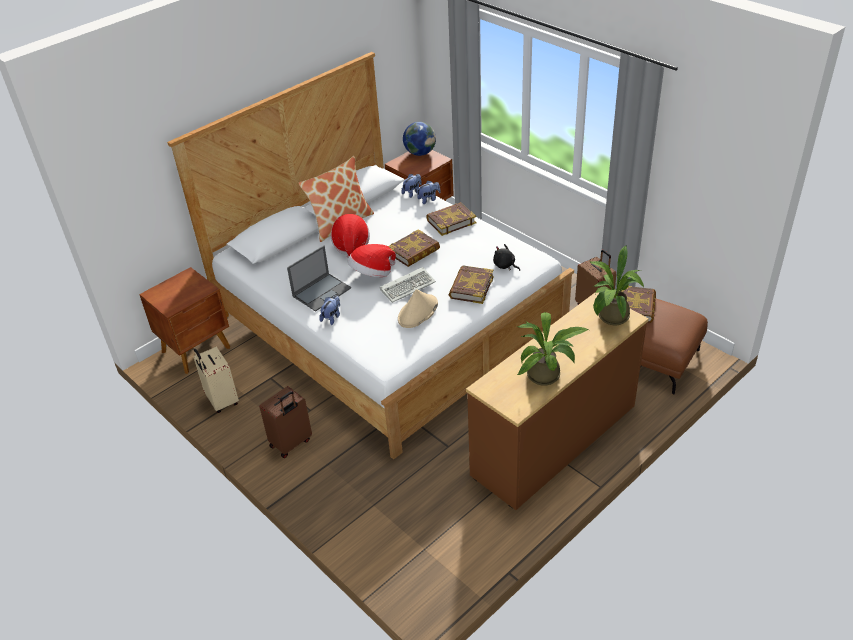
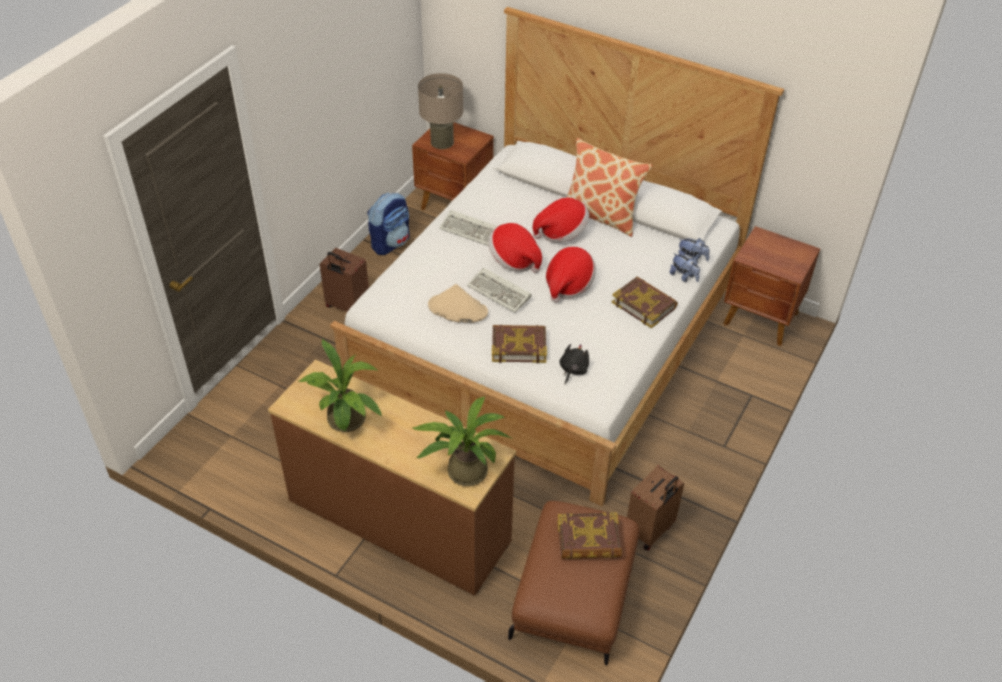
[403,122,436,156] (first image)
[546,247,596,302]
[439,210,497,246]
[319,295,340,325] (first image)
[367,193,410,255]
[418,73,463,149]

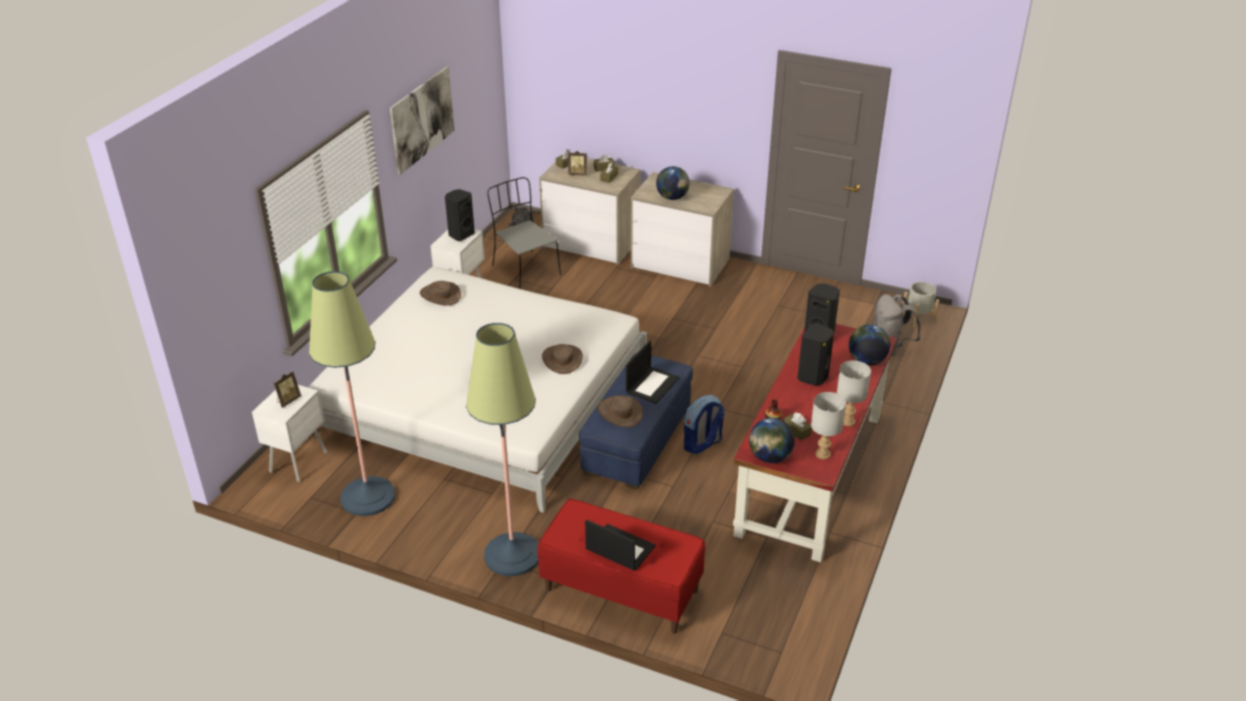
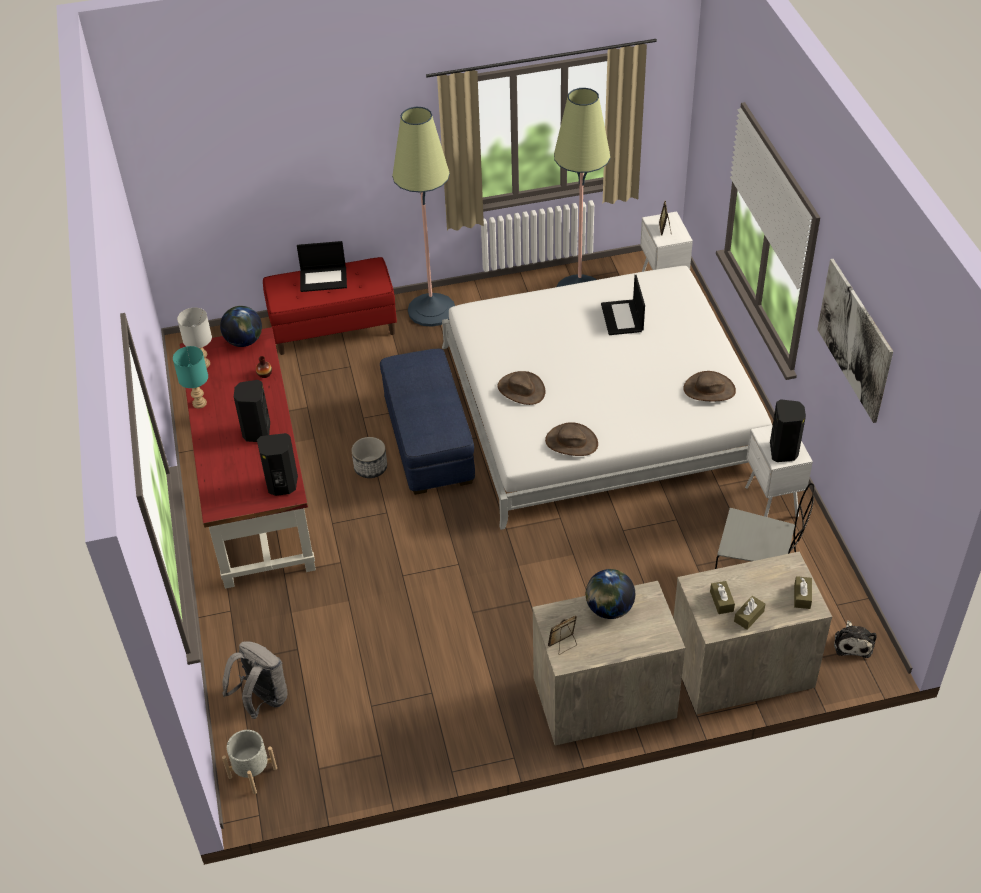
[548,615,577,655]
[849,324,890,365] (first image)
[601,275,645,335]
[173,346,208,409]
[351,437,387,478]
[545,422,598,456]
[783,412,812,441] (first image)

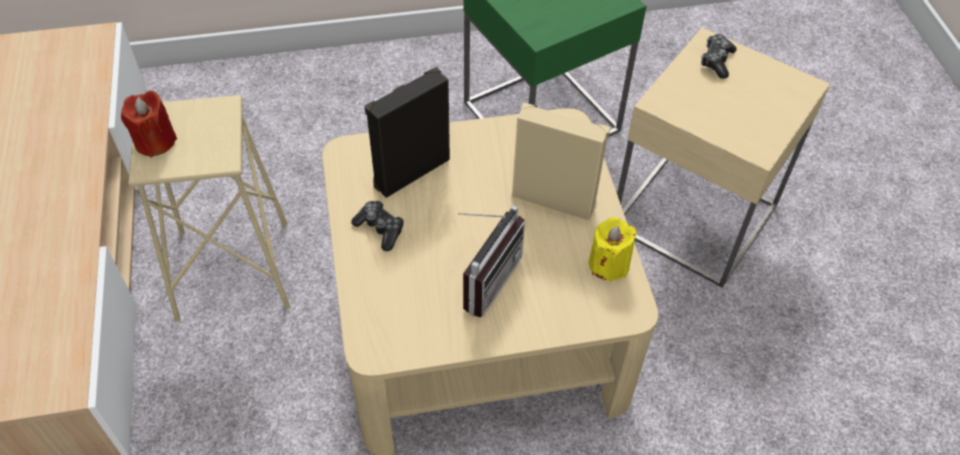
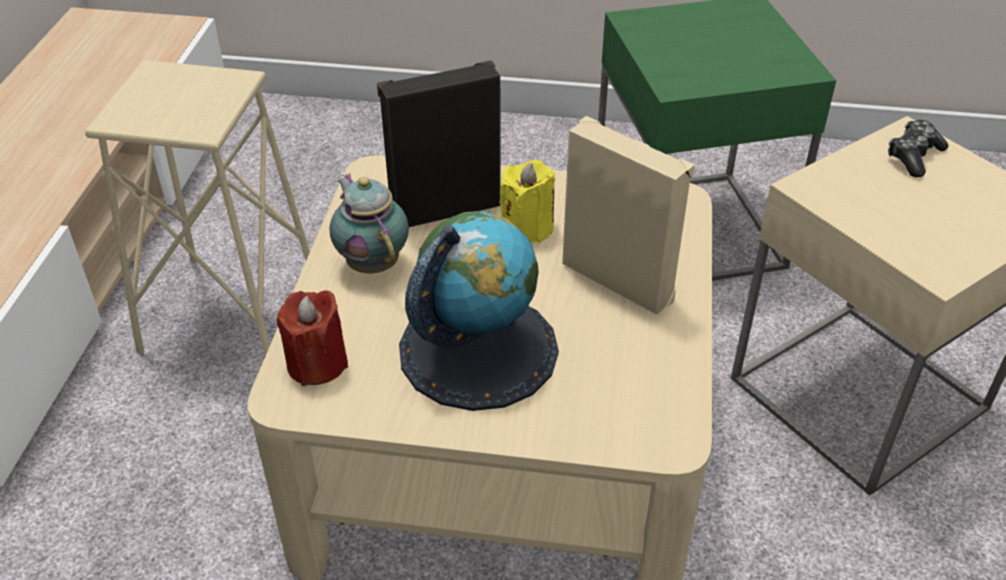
[277,290,348,386]
[330,173,409,273]
[399,211,559,411]
[500,160,555,243]

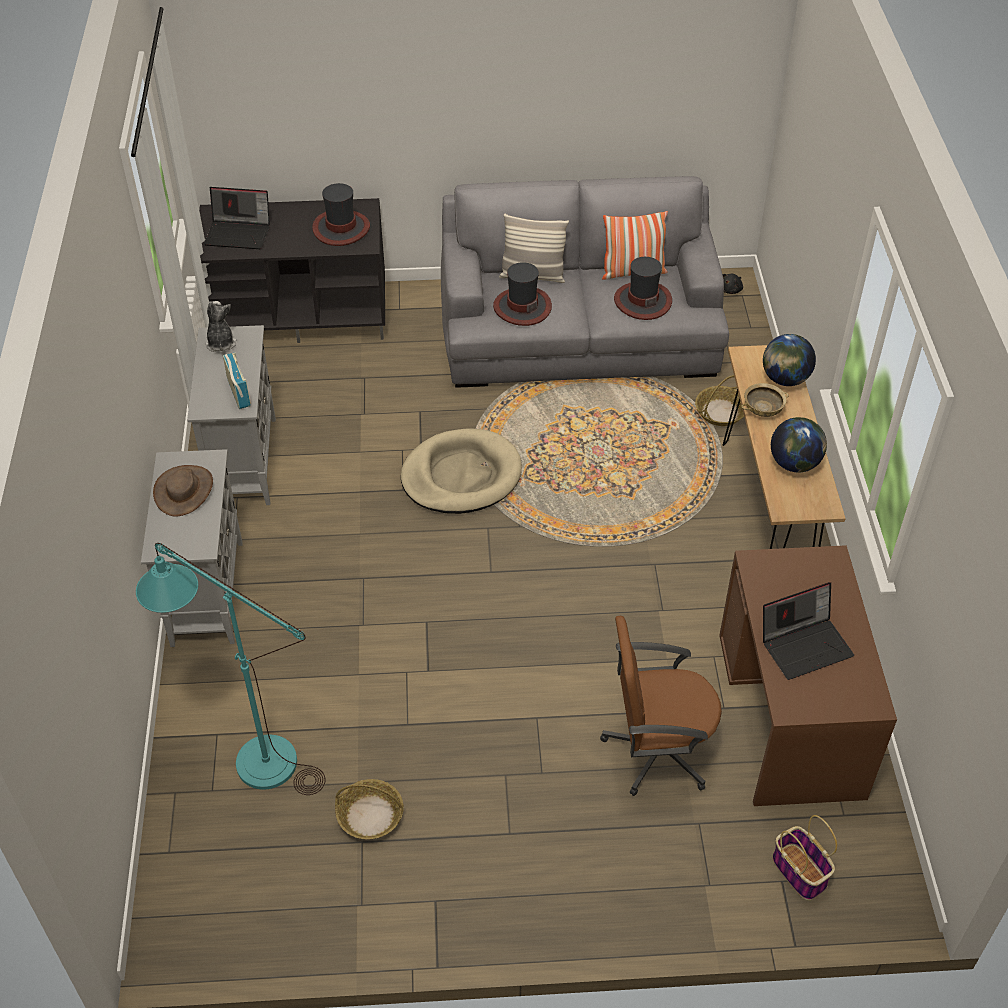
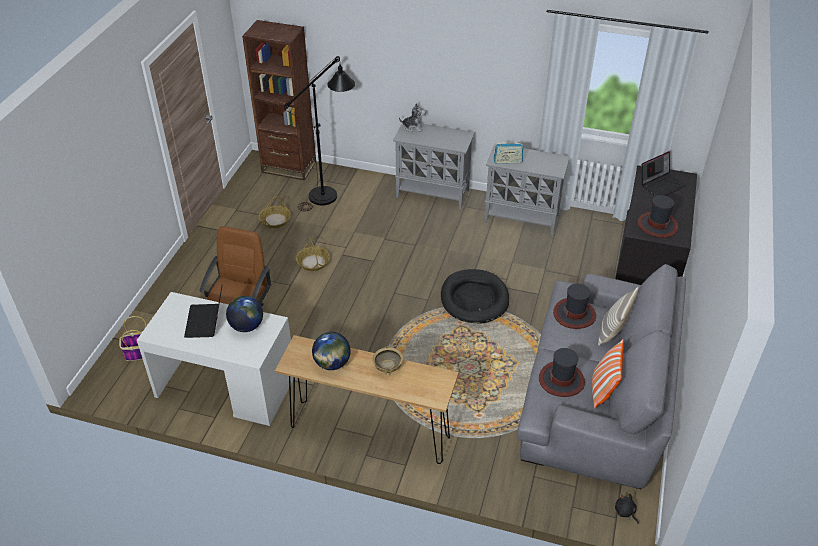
[642,151,687,196]
[399,103,425,132]
[226,296,263,332]
[296,237,330,271]
[441,269,509,323]
[153,465,213,517] (first image)
[284,56,355,212]
[137,292,294,426]
[242,20,316,180]

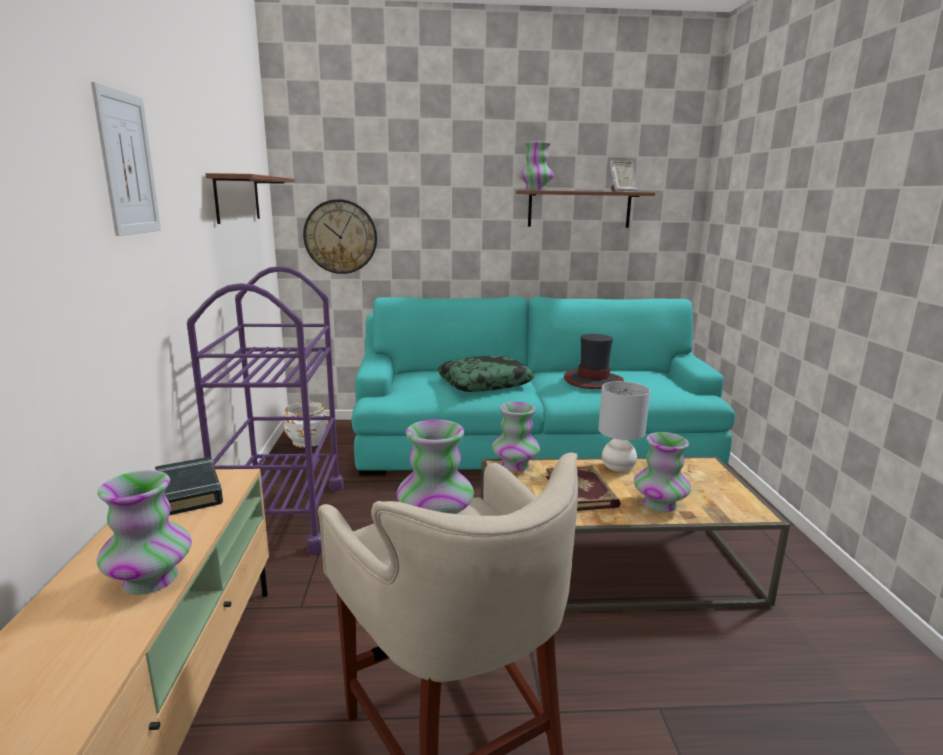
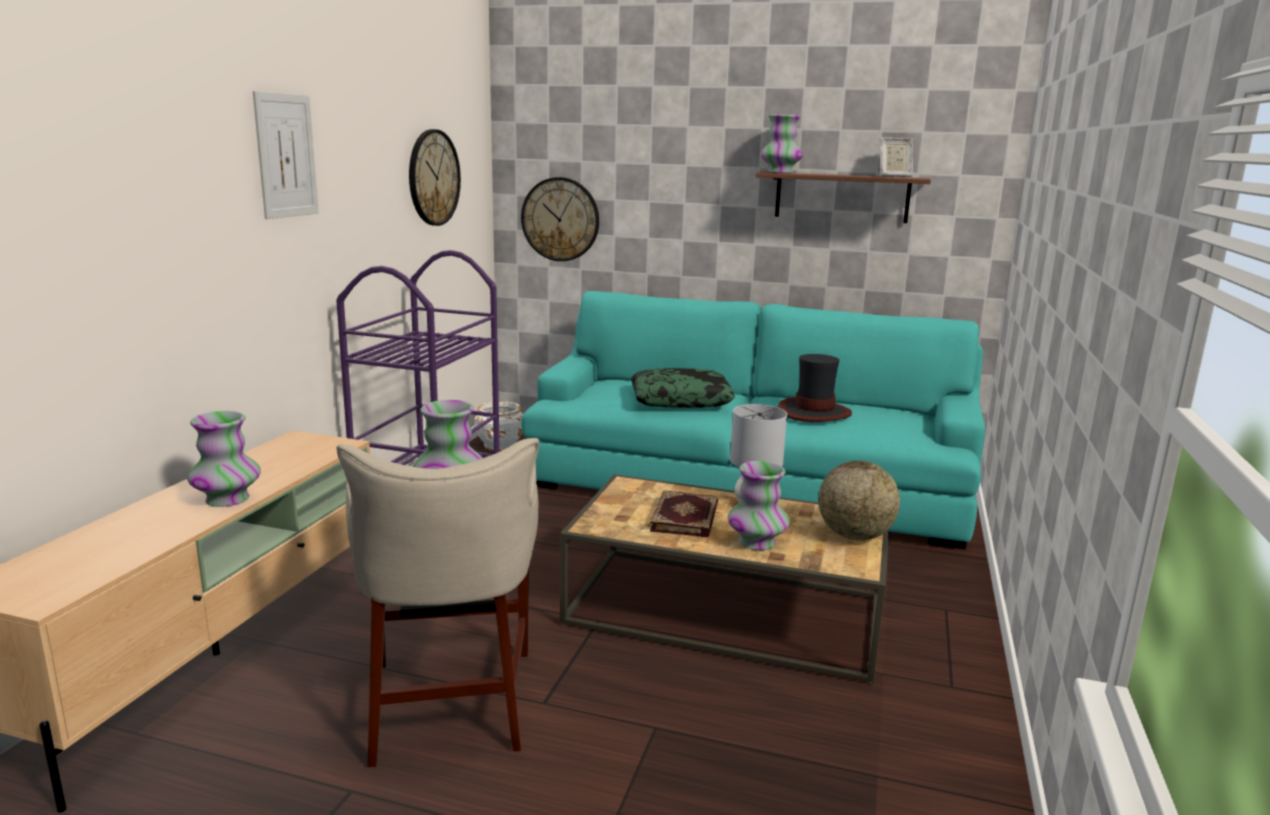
[409,129,461,226]
[492,402,540,471] (first image)
[155,457,223,515] (first image)
[818,461,900,540]

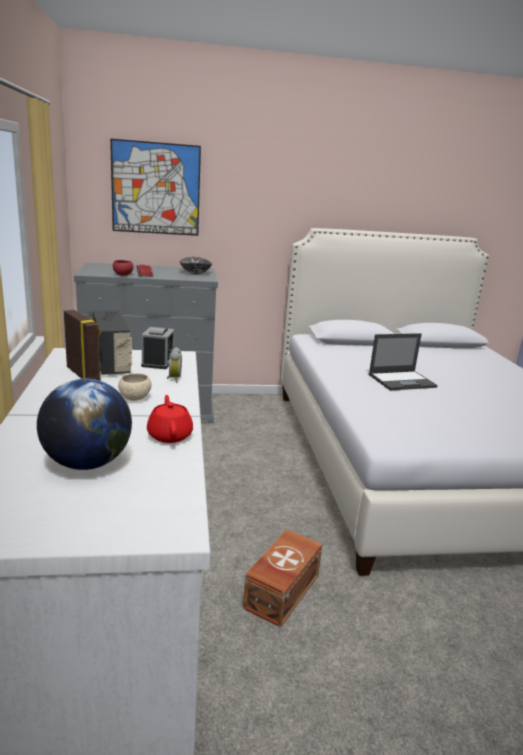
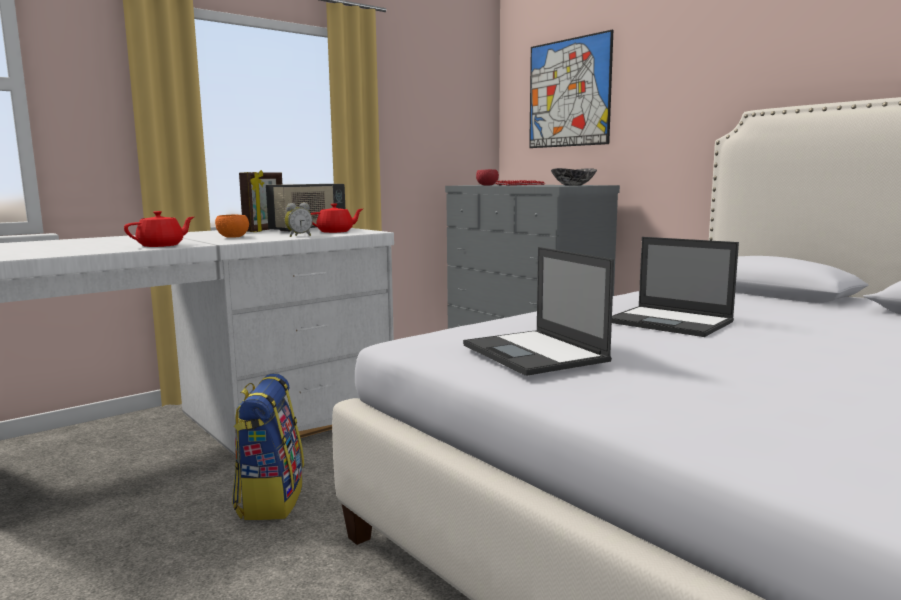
[311,204,363,233]
[215,215,249,238]
[37,379,132,470] (first image)
[232,374,304,520]
[463,247,614,376]

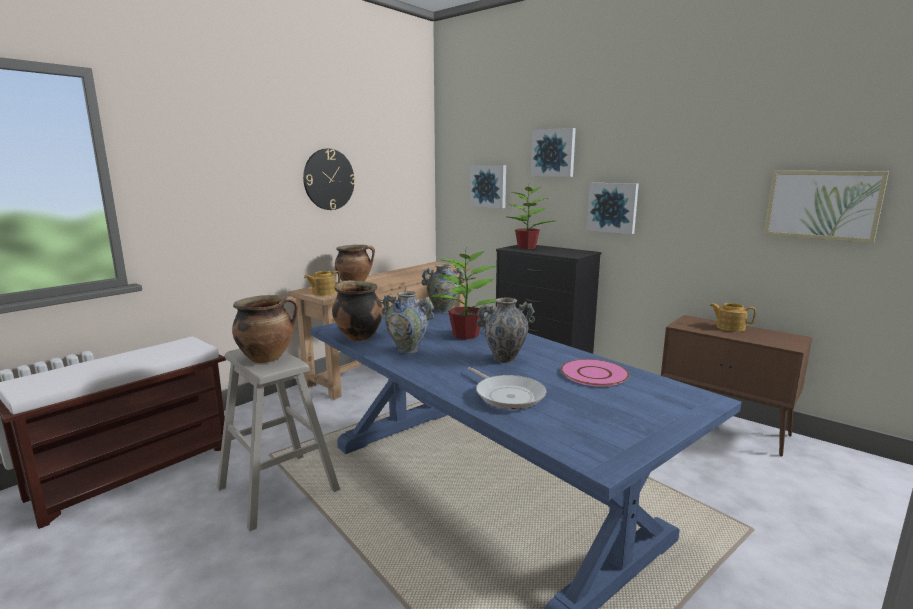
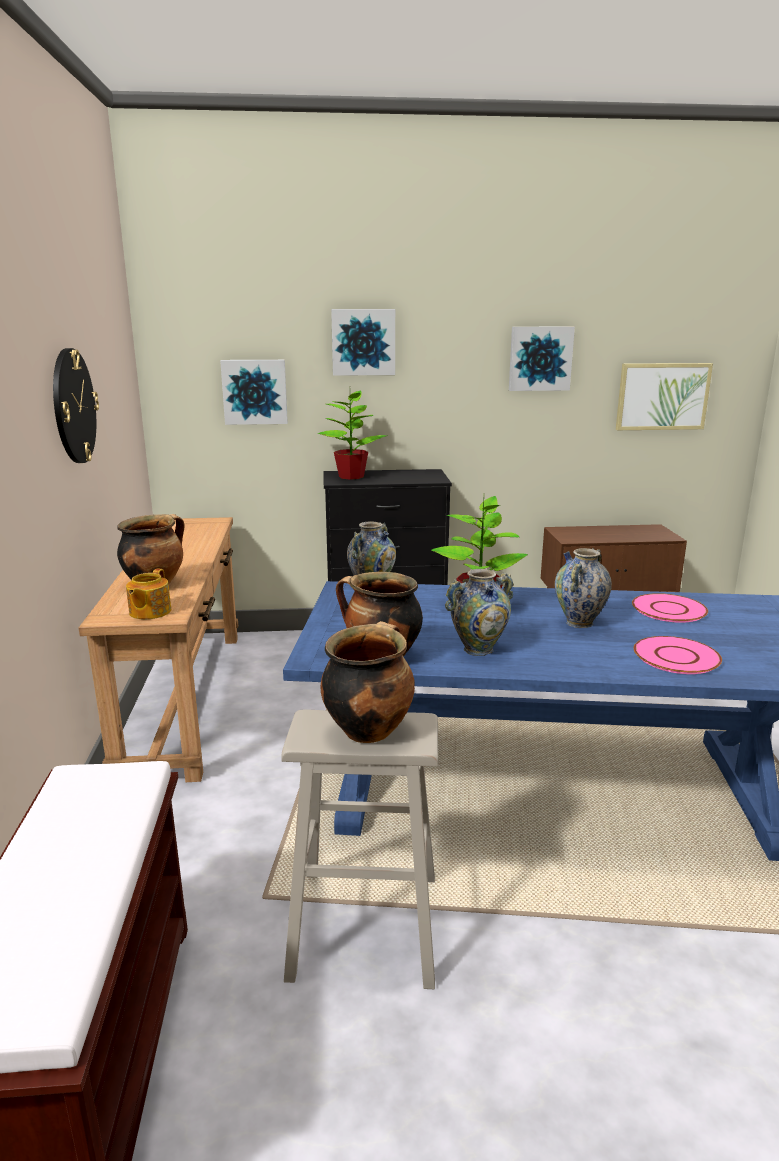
[509,327,575,391]
[709,303,756,332] (first image)
[634,636,722,674]

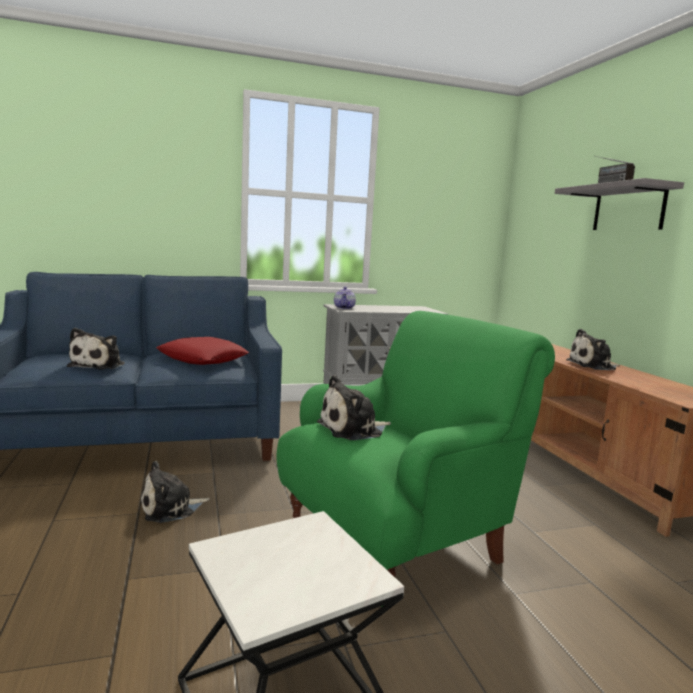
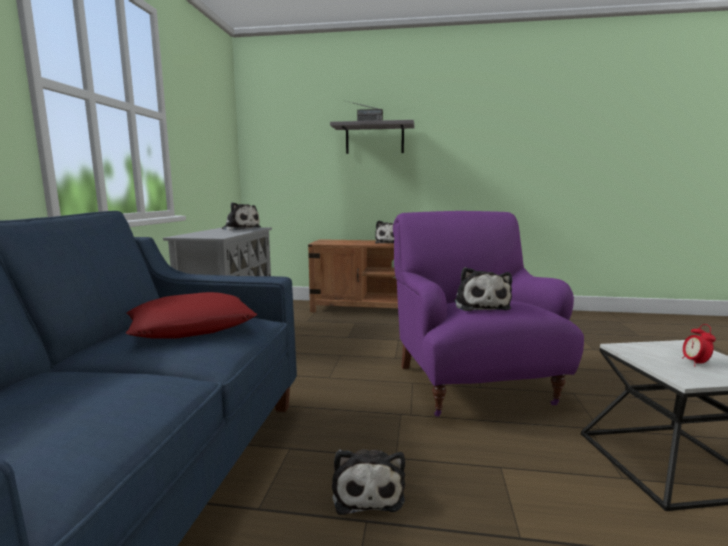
[334,286,356,309] (first image)
[393,211,584,417]
[222,202,261,230]
[682,324,716,366]

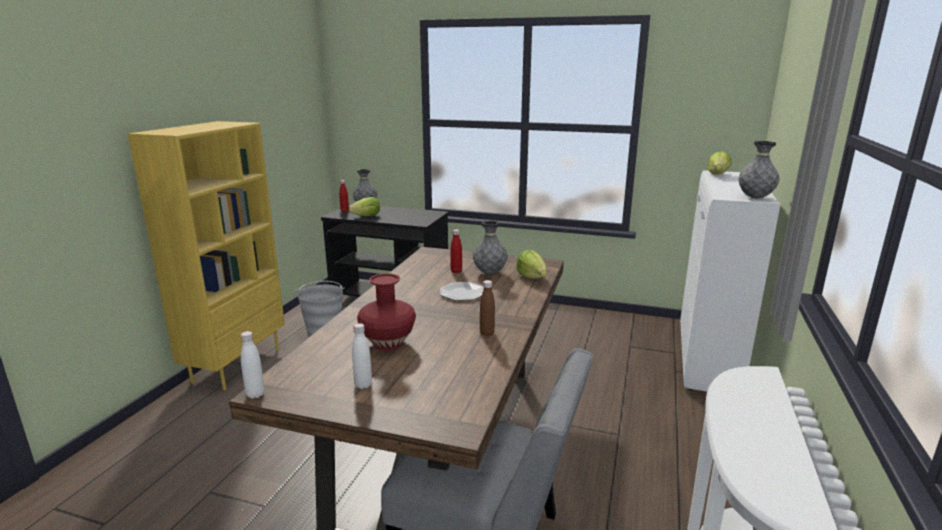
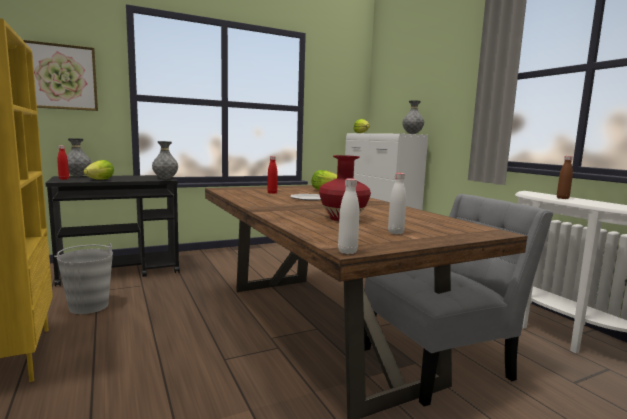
[152,141,178,179]
[557,156,573,199]
[23,40,98,111]

